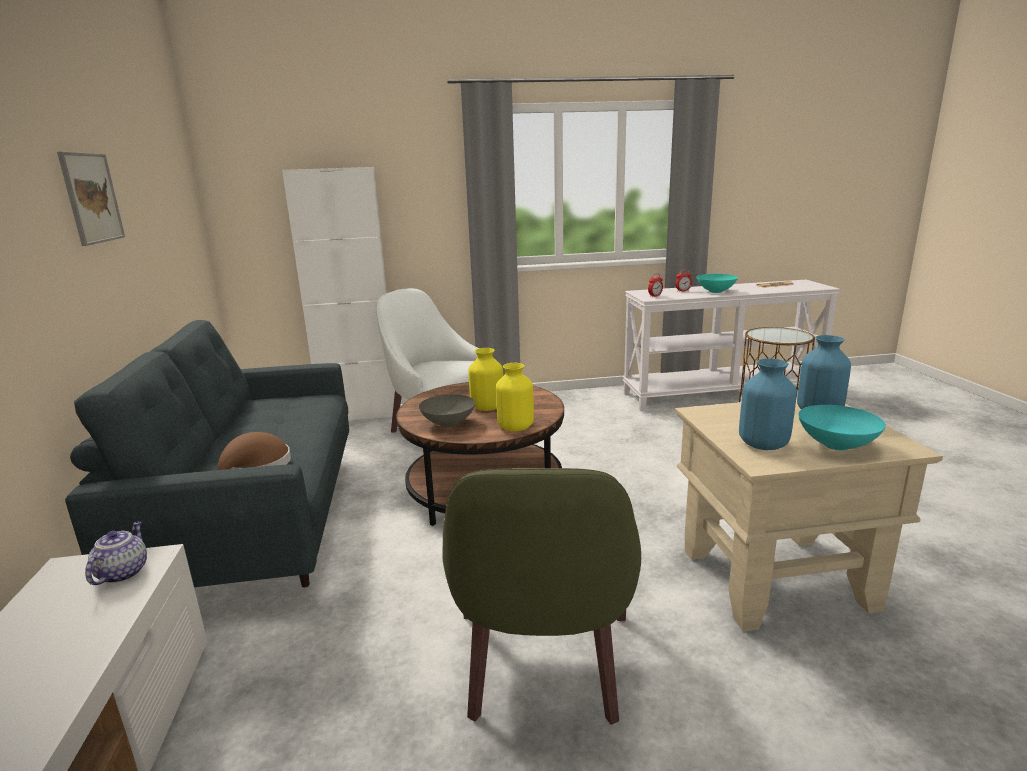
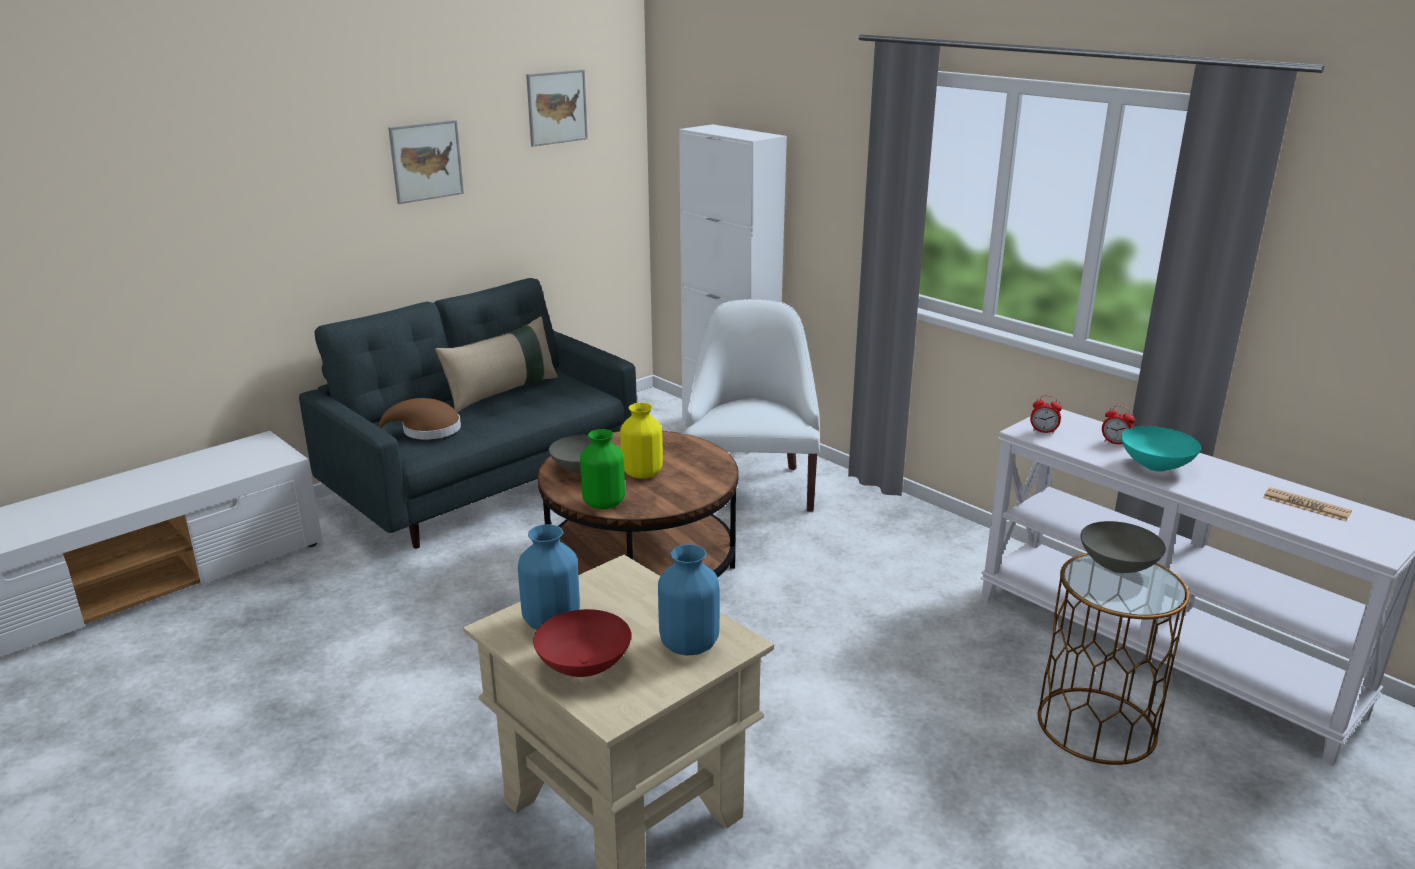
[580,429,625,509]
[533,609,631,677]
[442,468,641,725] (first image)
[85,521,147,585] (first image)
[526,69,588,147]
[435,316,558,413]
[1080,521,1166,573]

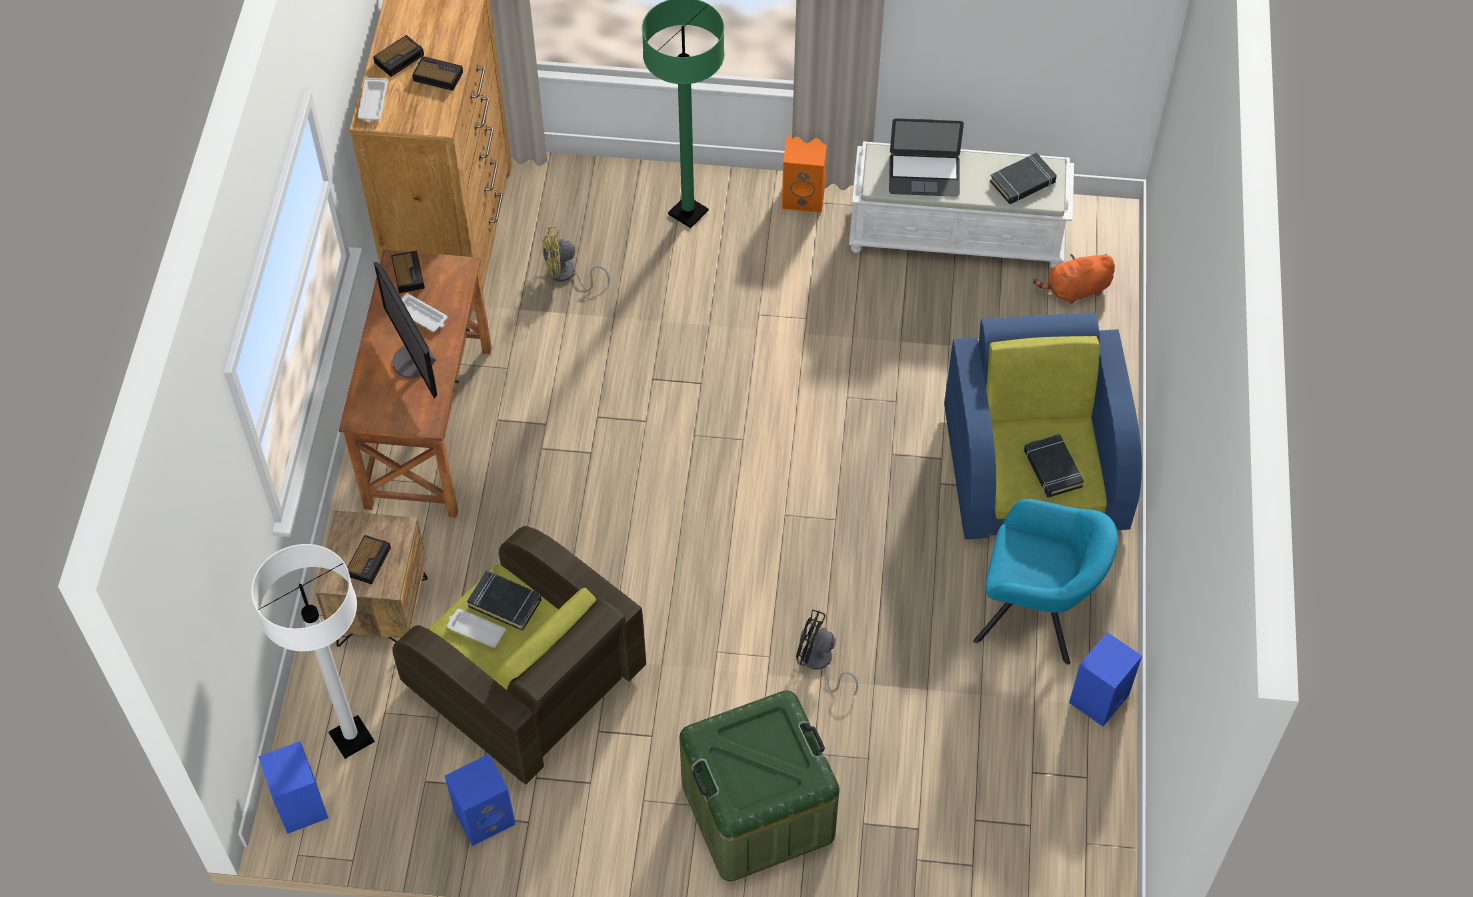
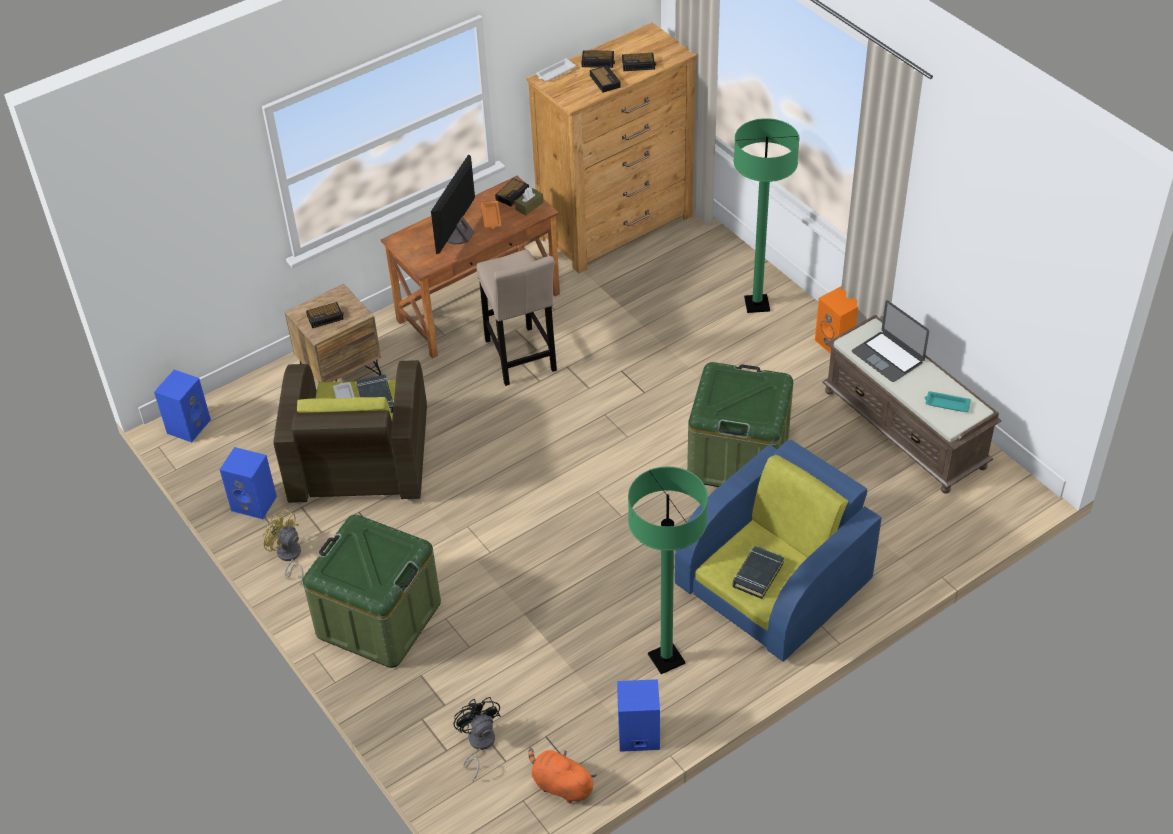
[822,315,1001,494]
[925,391,971,412]
[262,509,303,585]
[528,748,597,803]
[481,201,501,229]
[628,466,708,674]
[251,544,375,759] (first image)
[453,697,501,782]
[622,53,656,71]
[515,187,543,216]
[476,249,557,386]
[687,362,793,487]

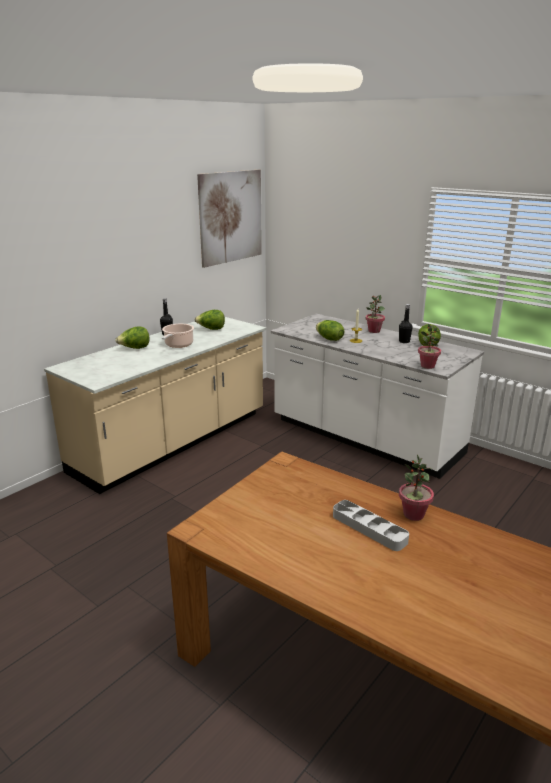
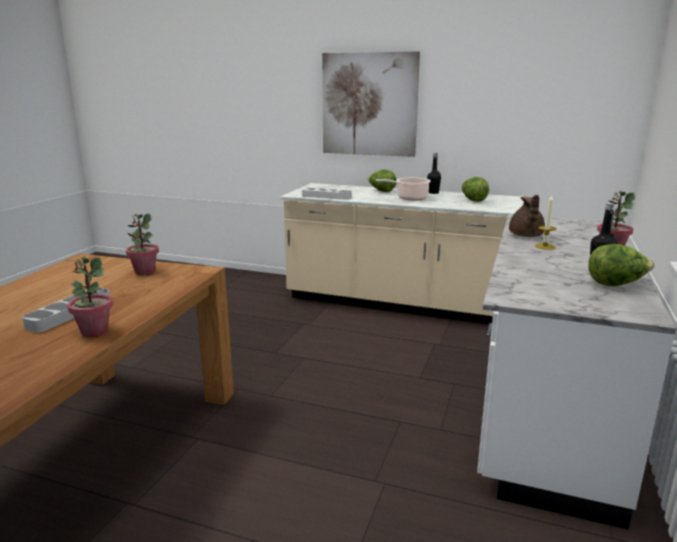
[322,51,420,157]
[509,195,545,237]
[126,213,159,275]
[302,188,352,200]

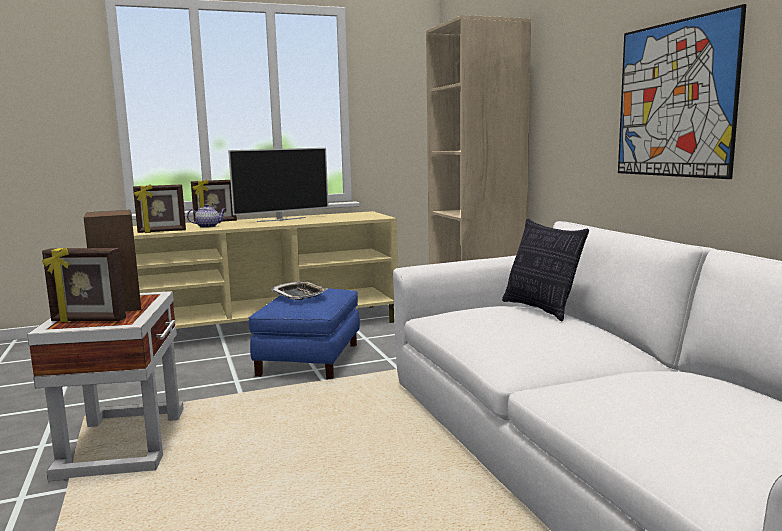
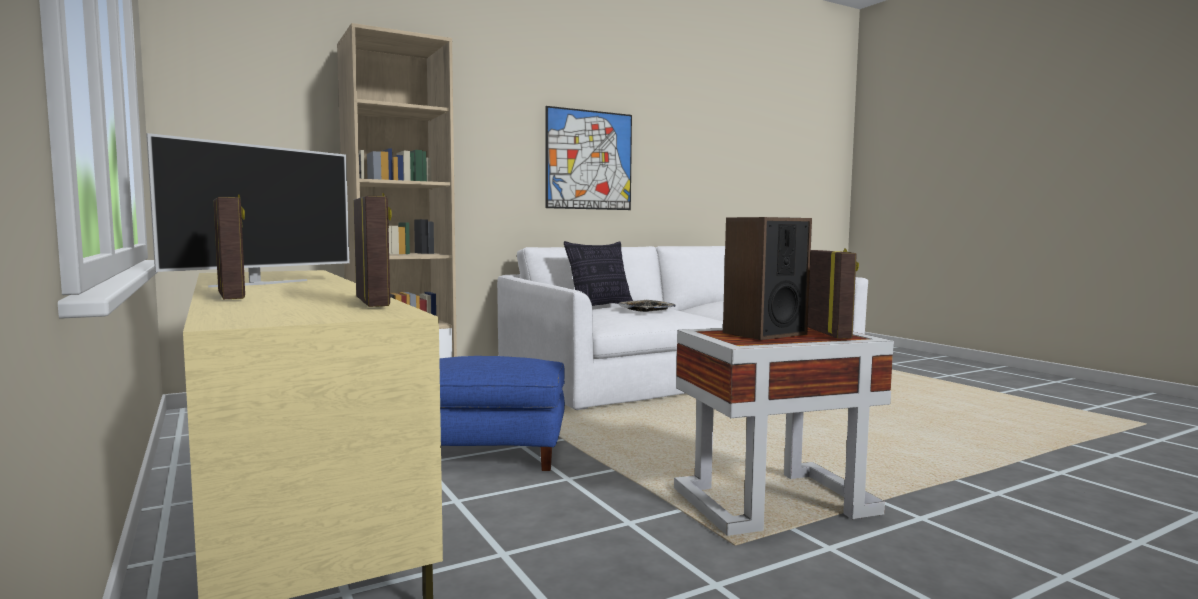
[146,133,349,287]
[187,204,226,228] (first image)
[618,300,676,312]

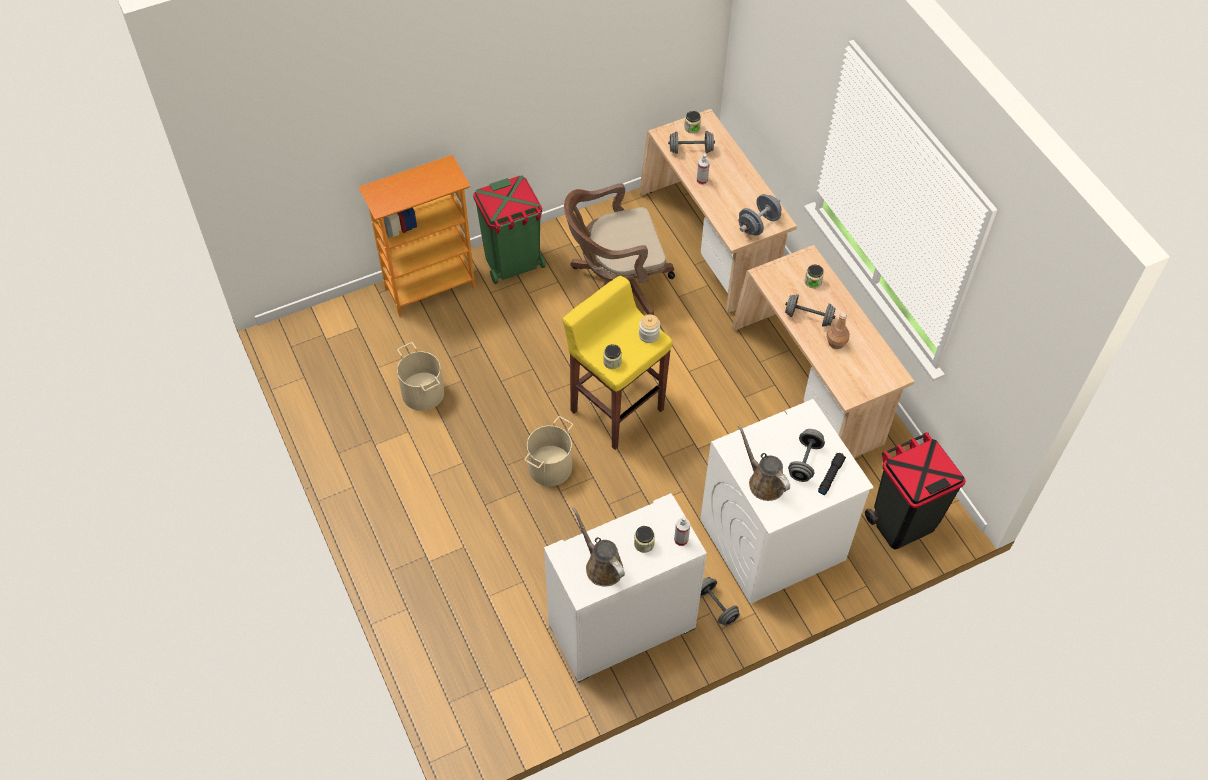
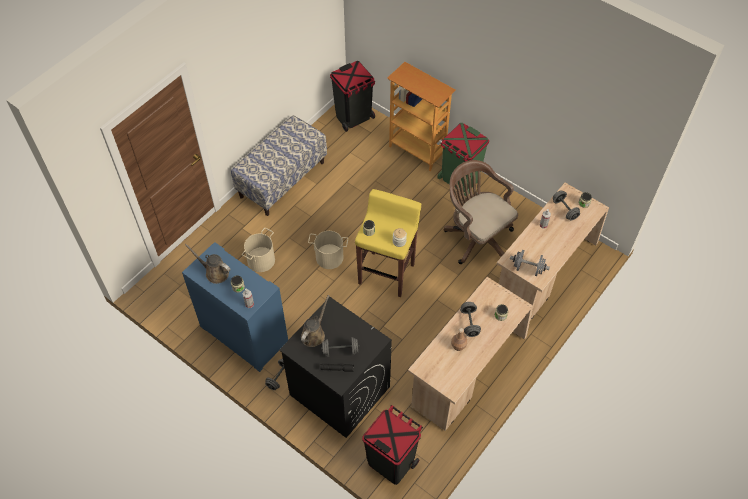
[242,228,275,272]
[279,297,392,438]
[182,242,288,372]
[185,244,230,284]
[330,61,375,132]
[231,115,327,216]

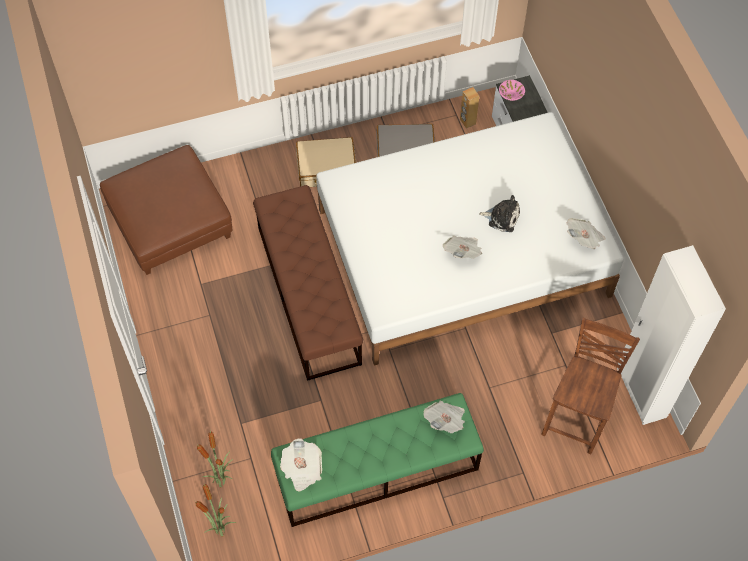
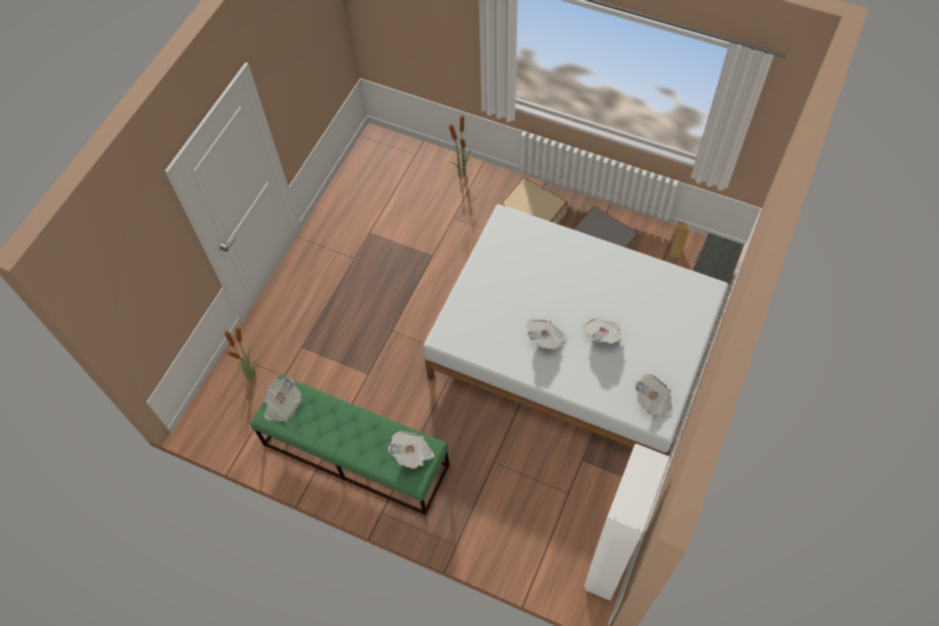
[499,80,525,101] (first image)
[100,145,232,275] (first image)
[253,185,363,381] (first image)
[583,317,621,344]
[541,317,640,454] (first image)
[449,111,475,179]

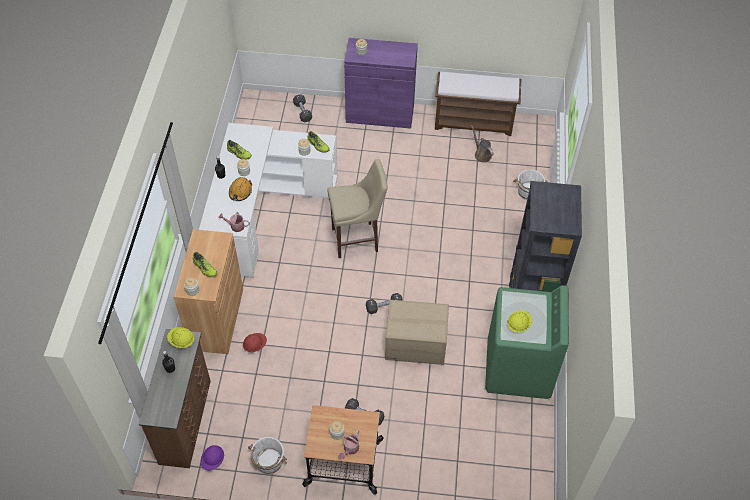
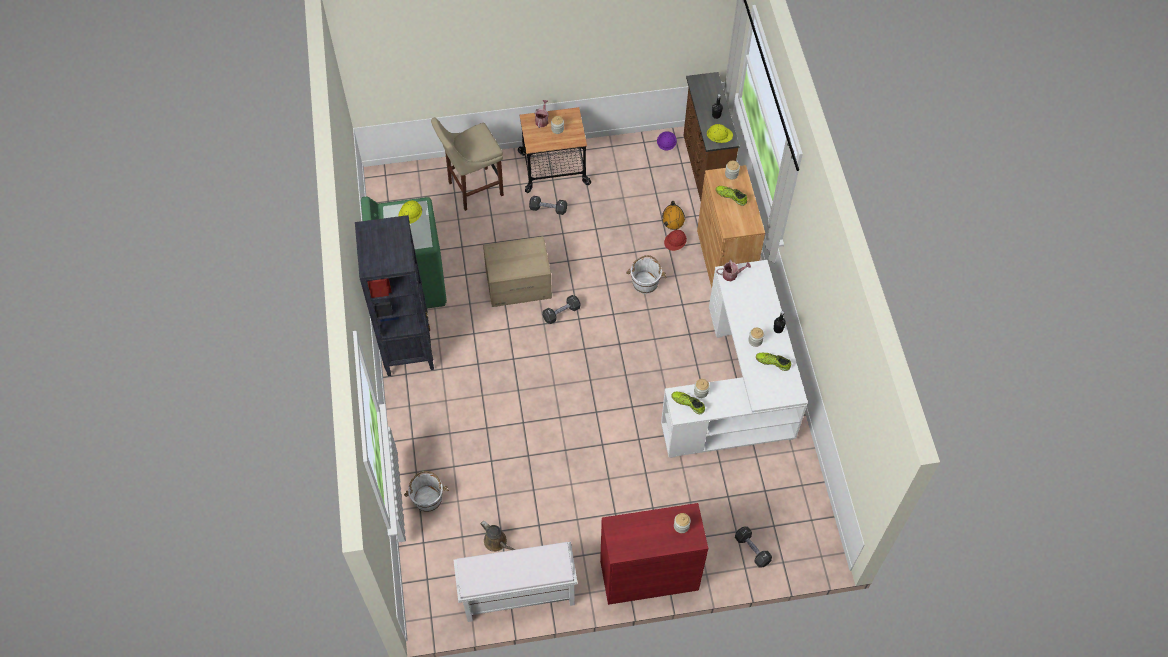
[600,503,708,605]
[454,542,578,622]
[431,118,504,211]
[662,201,685,230]
[626,255,666,294]

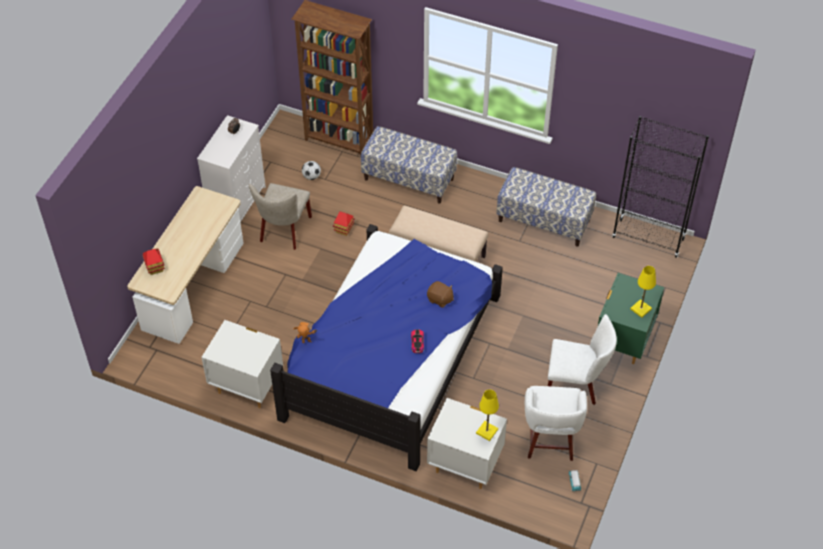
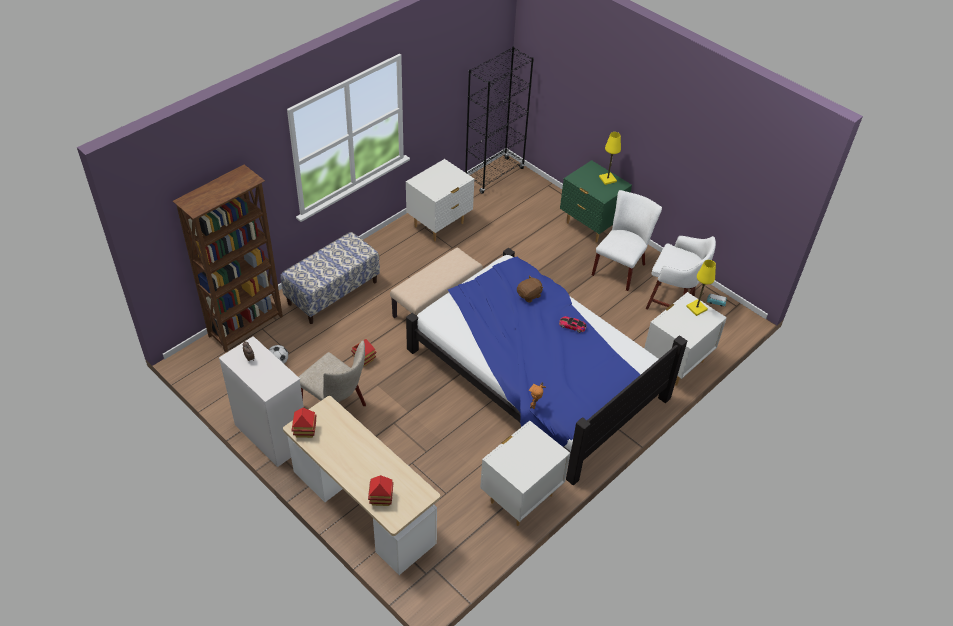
[406,159,474,241]
[292,408,316,438]

